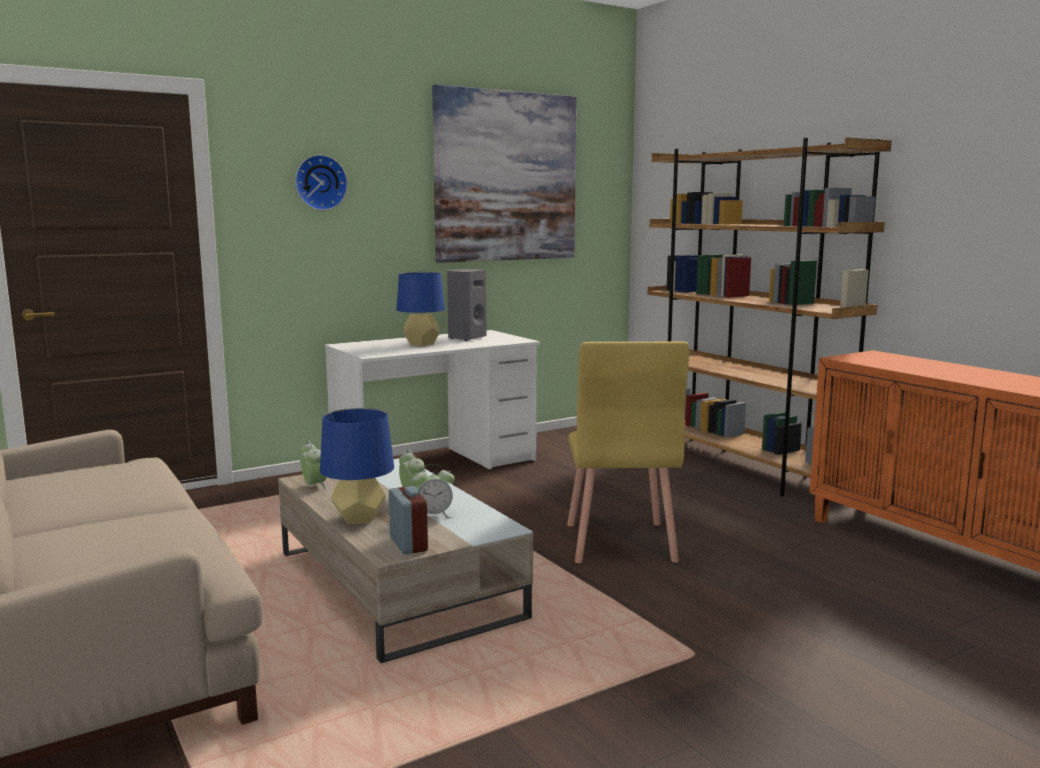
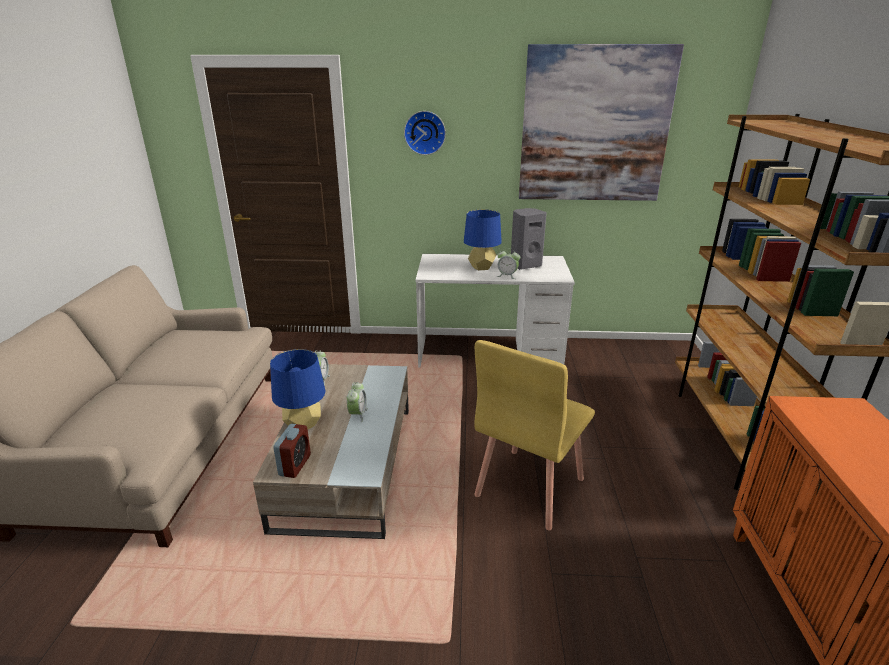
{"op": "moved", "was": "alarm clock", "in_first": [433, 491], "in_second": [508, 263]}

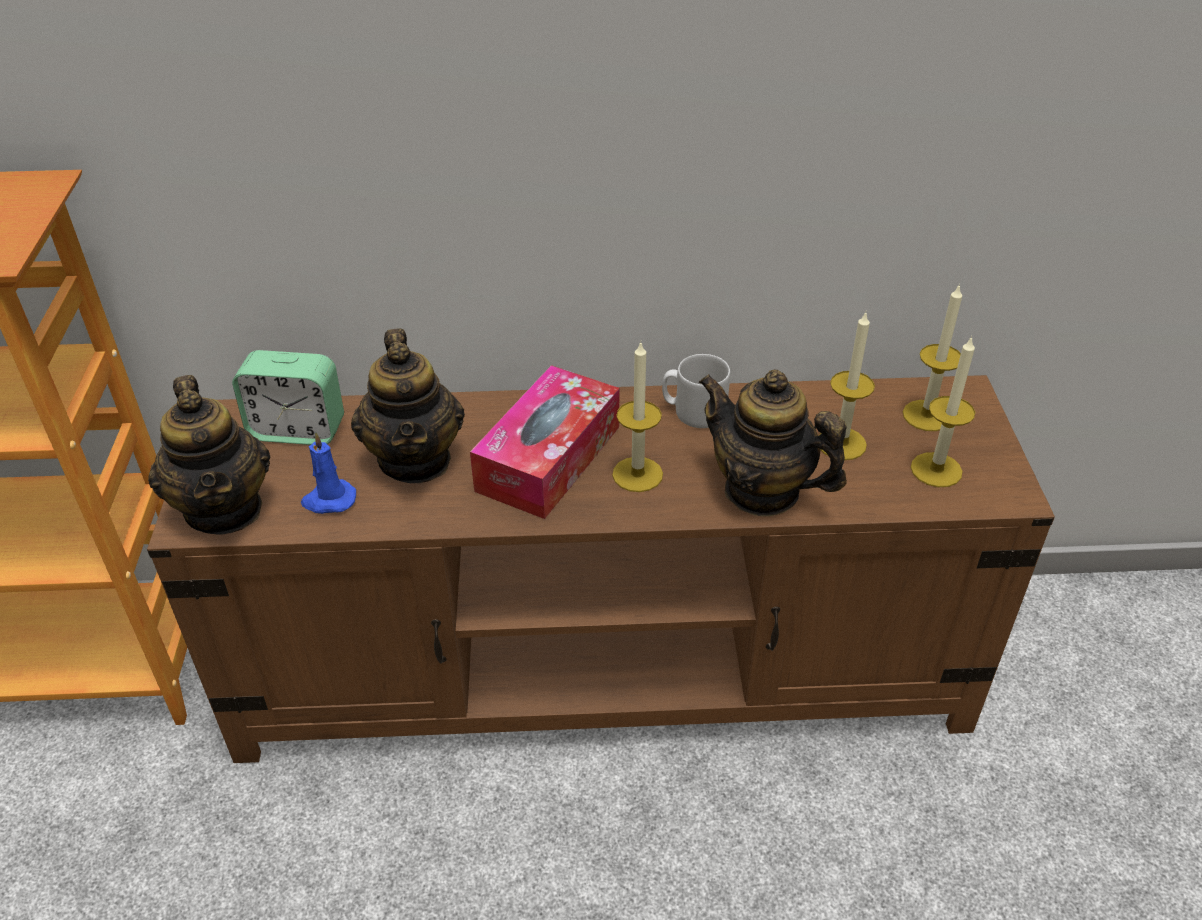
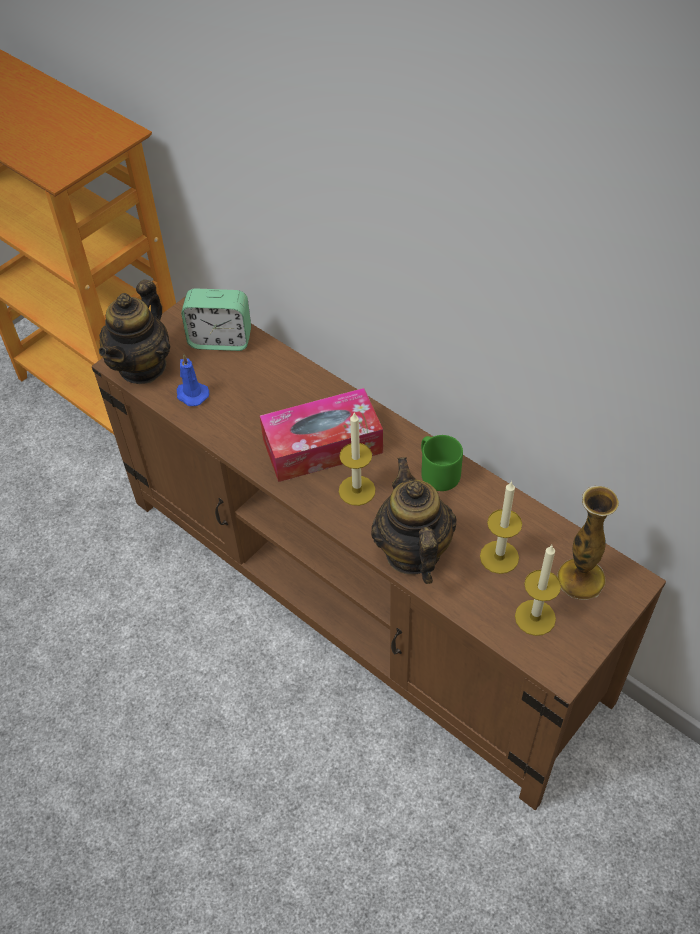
{"op": "replaced", "was": "candle", "now": "vase", "in_first": [932, 357], "in_second": [588, 543]}
{"op": "removed", "was": "teapot", "in_first": [408, 405]}
{"op": "turned", "was": "alarm clock", "in_first": [288, 397], "in_second": [216, 319], "clockwise": -45}
{"op": "recoloured", "was": "grey mug", "now": "green mug", "in_first": [696, 391], "in_second": [442, 463]}

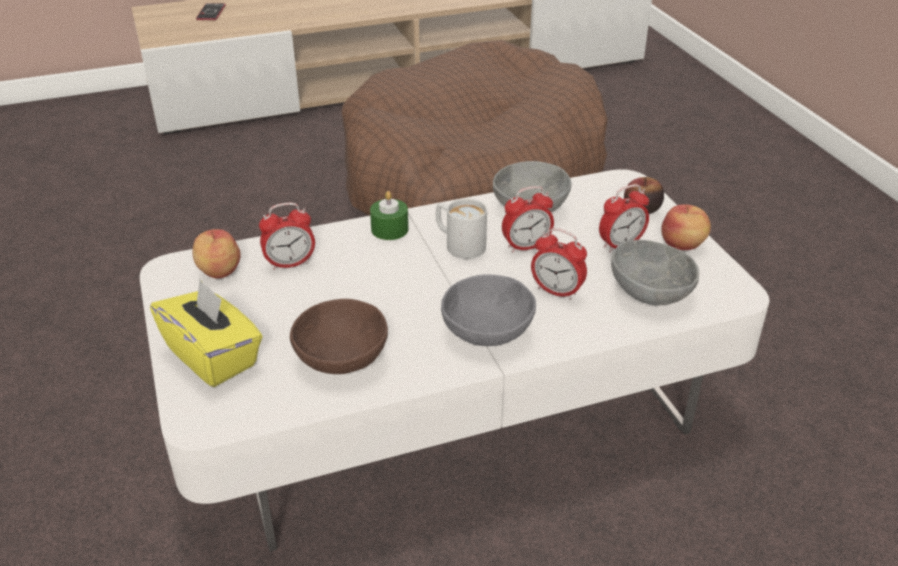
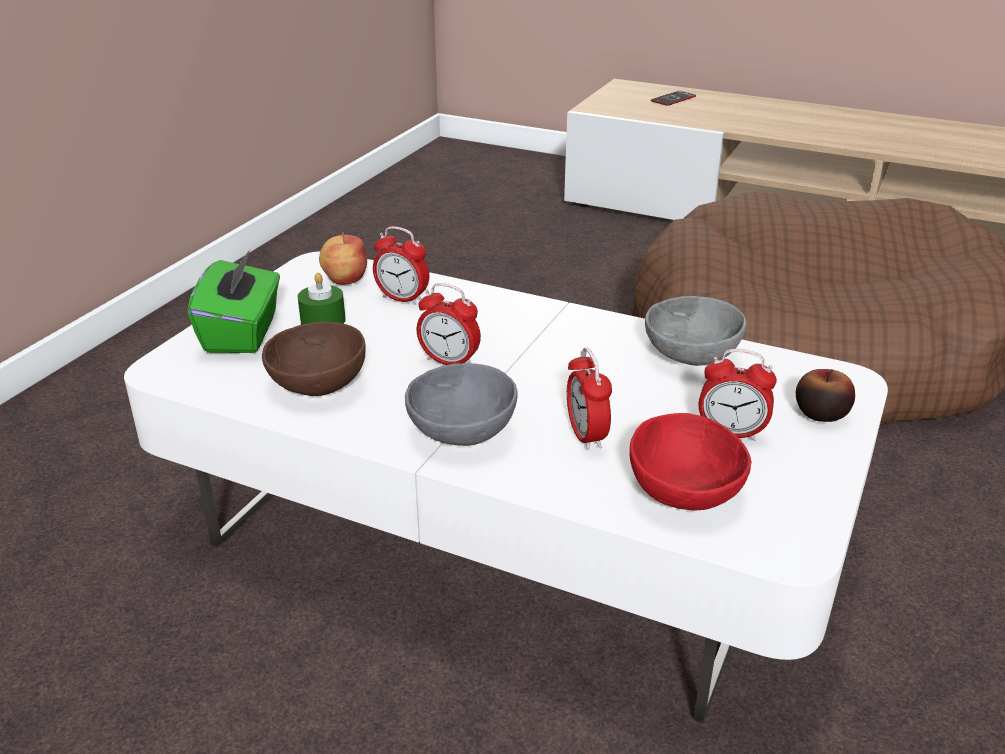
{"op": "moved", "was": "alarm clock", "in_first": [528, 219], "in_second": [449, 324]}
{"op": "moved", "was": "green candle", "in_first": [389, 215], "in_second": [322, 299]}
{"op": "removed", "was": "white mug", "in_first": [461, 228]}
{"op": "removed", "was": "apple", "in_first": [686, 227]}
{"op": "recoloured", "was": "grey bowl", "now": "red bowl", "in_first": [655, 272], "in_second": [690, 461]}
{"op": "recoloured", "was": "yellow tissue box", "now": "green tissue box", "in_first": [206, 333], "in_second": [233, 301]}

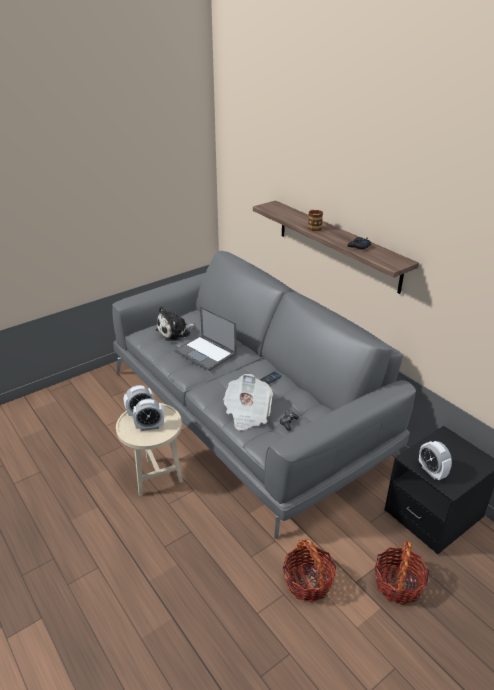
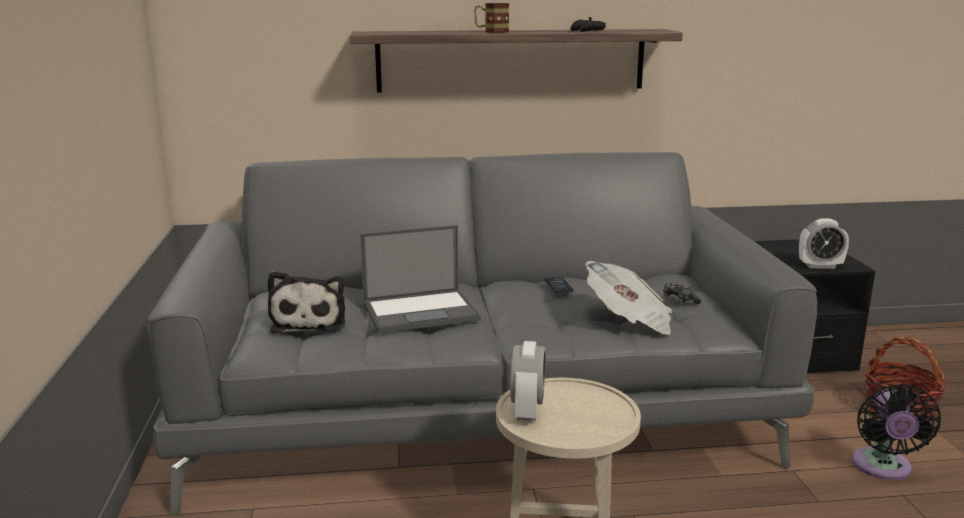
{"op": "removed", "was": "alarm clock", "in_first": [148, 415]}
{"op": "replaced", "was": "basket", "now": "black fan", "in_first": [309, 570], "in_second": [896, 432]}

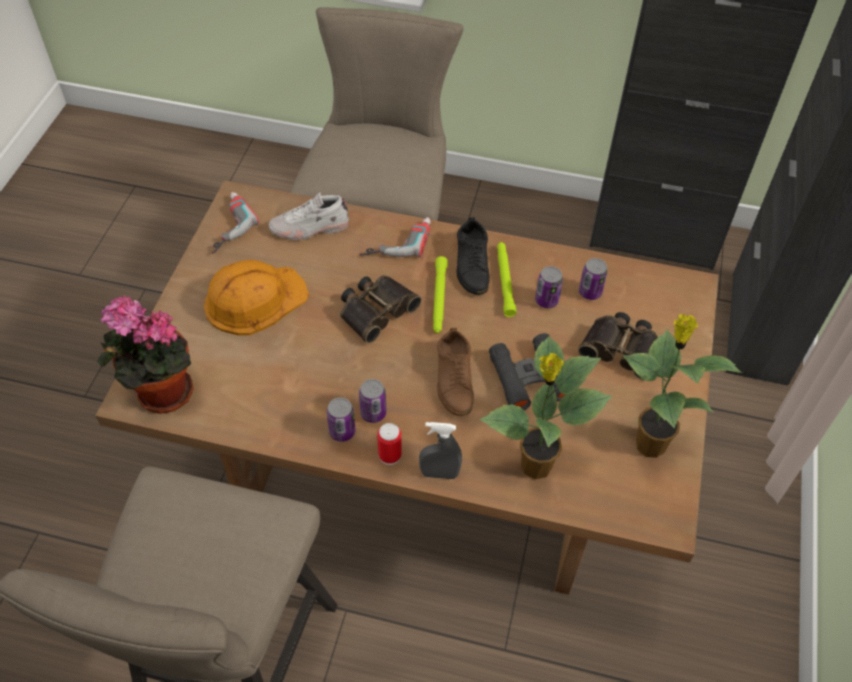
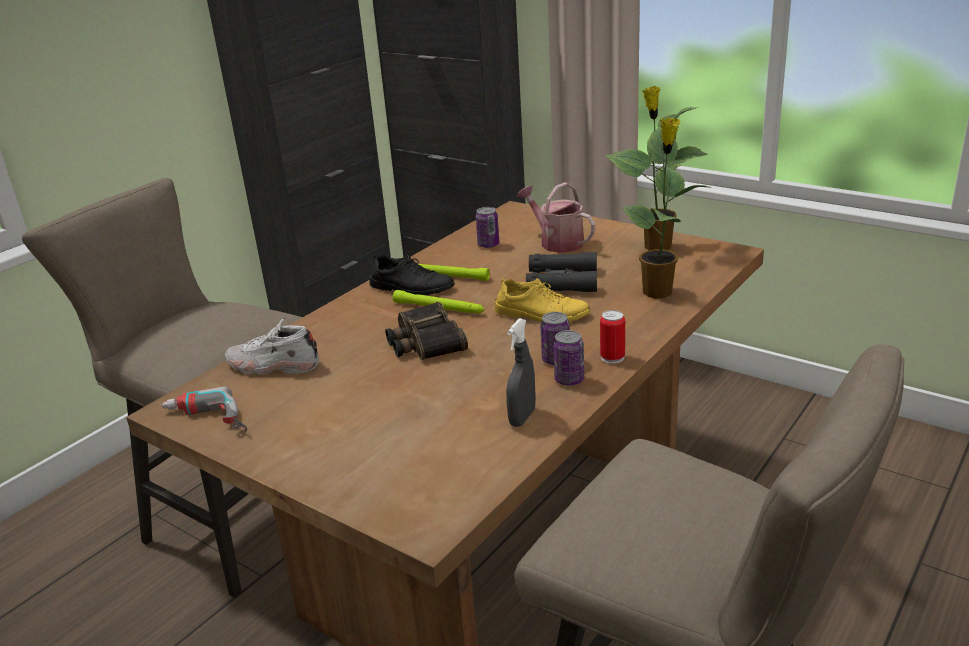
{"op": "turned", "was": "white shoe", "in_first": [309, 216], "in_second": [272, 346], "clockwise": 90}
{"op": "removed", "was": "power drill", "in_first": [395, 237]}
{"op": "removed", "was": "orange hard hat", "in_first": [256, 297]}
{"op": "removed", "was": "can", "in_first": [549, 287]}
{"op": "removed", "was": "potted plant", "in_first": [145, 355]}
{"op": "replaced", "was": "binoculars", "now": "watering can", "in_first": [618, 346], "in_second": [556, 217]}
{"op": "recoloured", "was": "brown shoe", "now": "yellow shoe", "in_first": [455, 372], "in_second": [542, 300]}
{"op": "moved", "was": "grey spray bottle", "in_first": [440, 450], "in_second": [521, 372]}

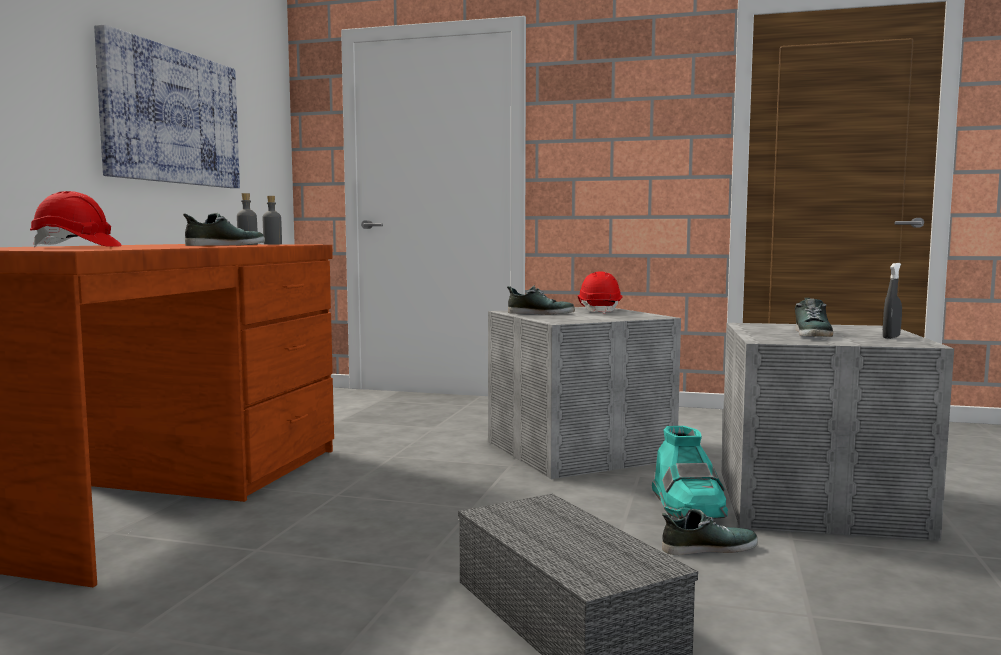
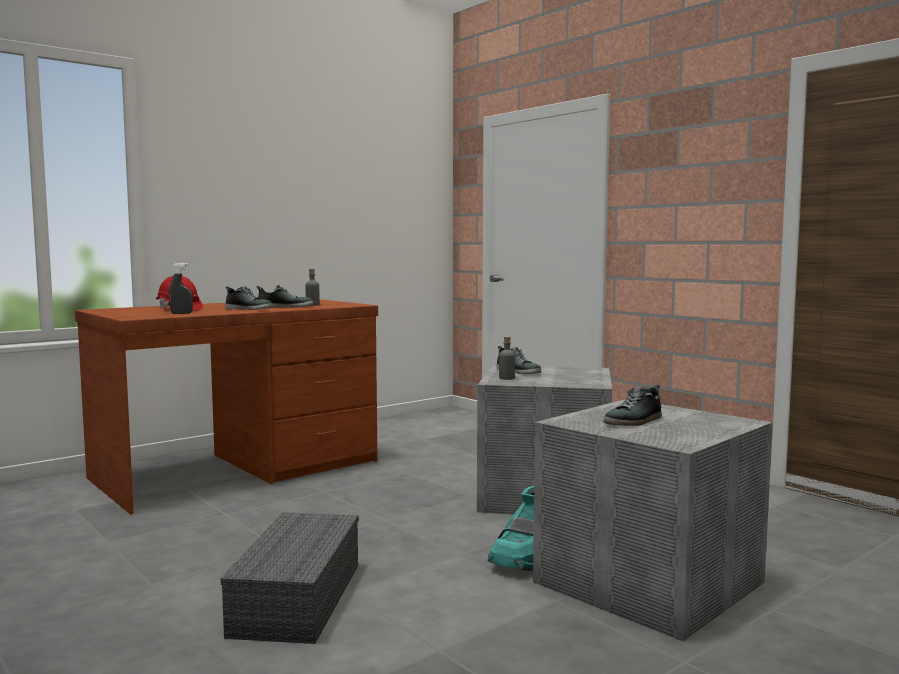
{"op": "removed", "was": "picture", "in_first": [167, 106]}
{"op": "moved", "was": "grey bottle", "in_first": [272, 220], "in_second": [507, 358]}
{"op": "moved", "was": "grey spray bottle", "in_first": [892, 301], "in_second": [181, 288]}
{"op": "removed", "was": "red hard hat", "in_first": [600, 292]}
{"op": "moved", "was": "shoe", "in_first": [710, 532], "in_second": [249, 298]}

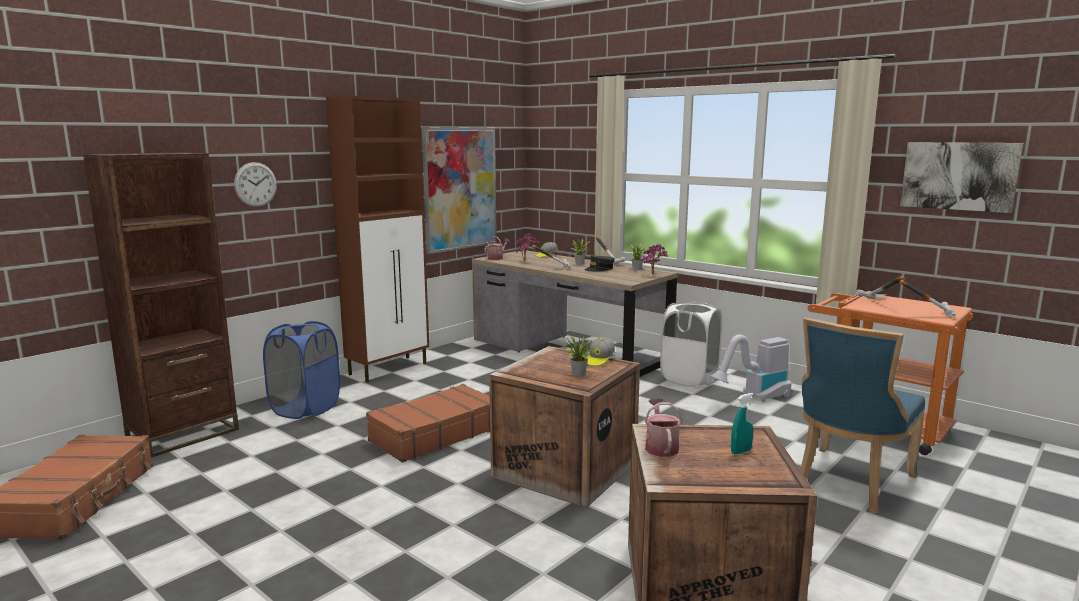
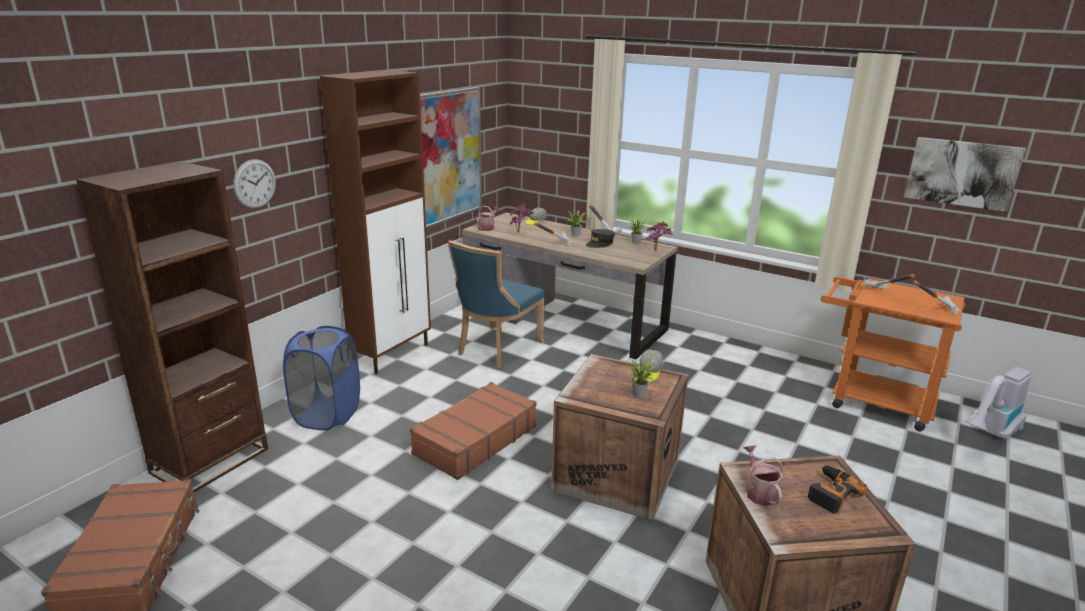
{"op": "removed", "was": "white laundry basket", "in_first": [691, 344]}
{"op": "moved", "was": "blue chair", "in_first": [862, 415], "in_second": [496, 303]}
{"op": "moved", "was": "vacuum cleaner", "in_first": [751, 368], "in_second": [998, 403]}
{"op": "replaced", "was": "turquoise spray bottle", "now": "power drill", "in_first": [742, 423], "in_second": [838, 490]}

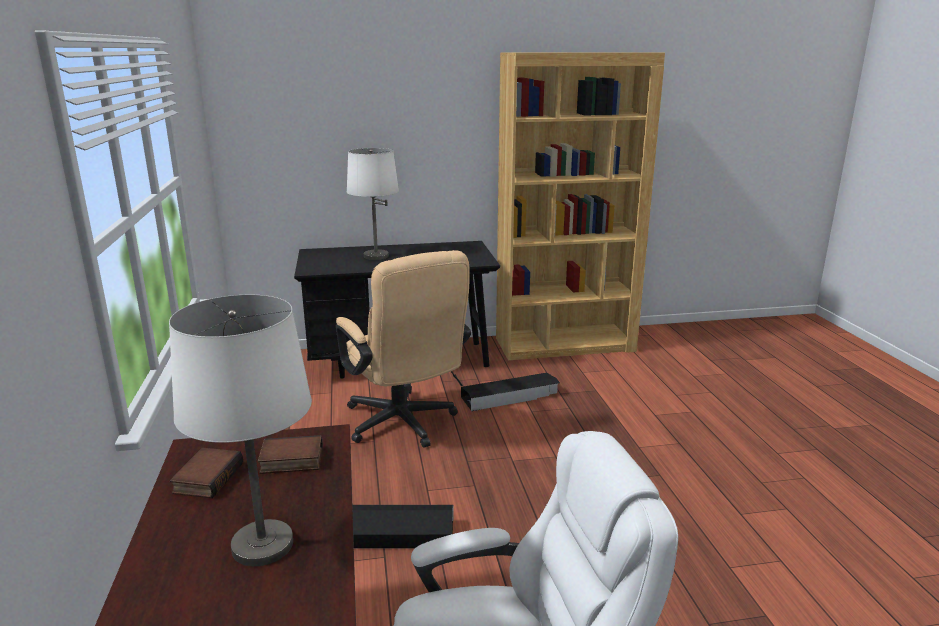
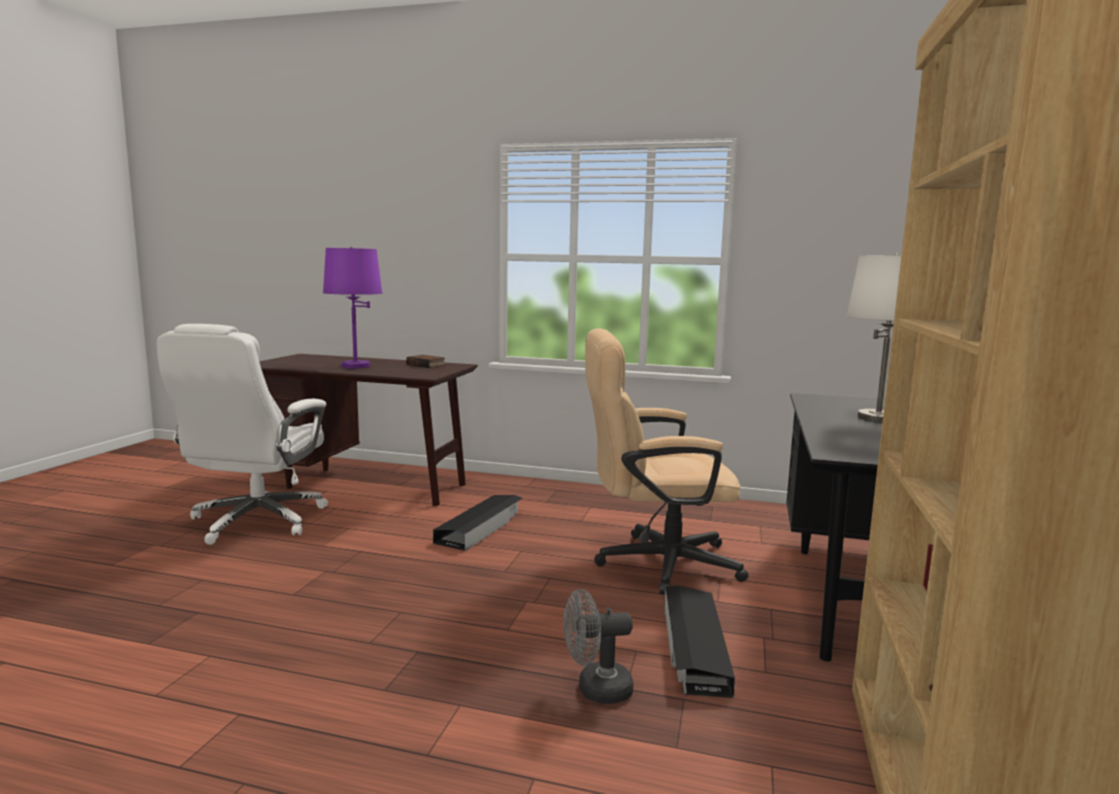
{"op": "recoloured", "was": "white table lamp", "now": "purple table lamp", "in_first": [240, 430], "in_second": [352, 307]}
{"op": "removed", "was": "book", "in_first": [290, 454]}
{"op": "added", "now": "grey fan", "in_second": [598, 646]}

